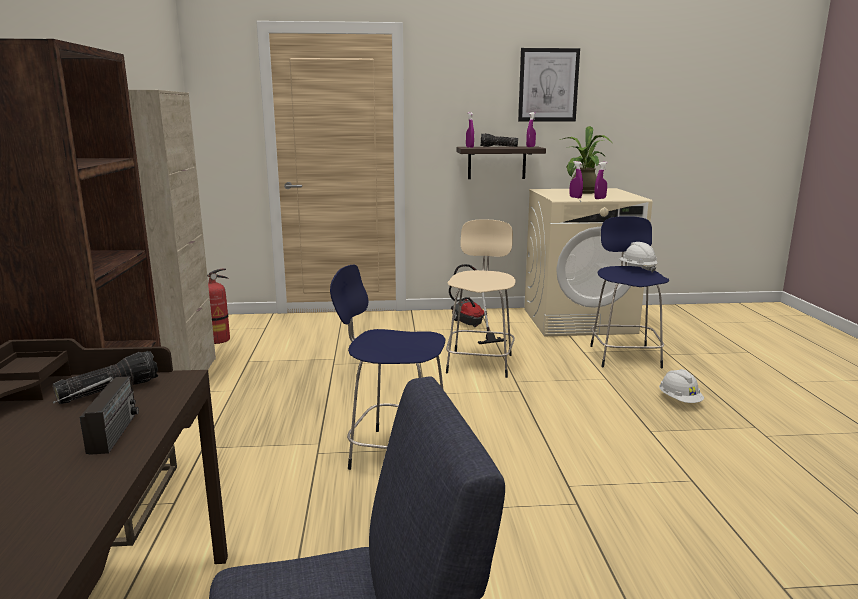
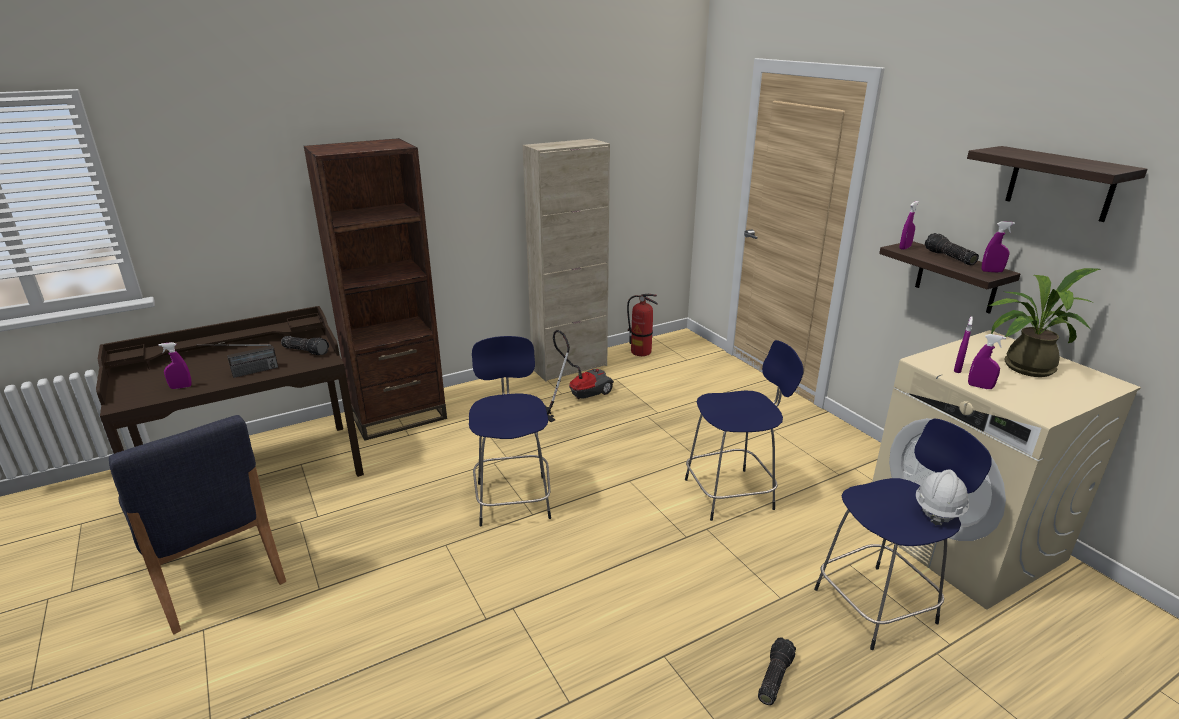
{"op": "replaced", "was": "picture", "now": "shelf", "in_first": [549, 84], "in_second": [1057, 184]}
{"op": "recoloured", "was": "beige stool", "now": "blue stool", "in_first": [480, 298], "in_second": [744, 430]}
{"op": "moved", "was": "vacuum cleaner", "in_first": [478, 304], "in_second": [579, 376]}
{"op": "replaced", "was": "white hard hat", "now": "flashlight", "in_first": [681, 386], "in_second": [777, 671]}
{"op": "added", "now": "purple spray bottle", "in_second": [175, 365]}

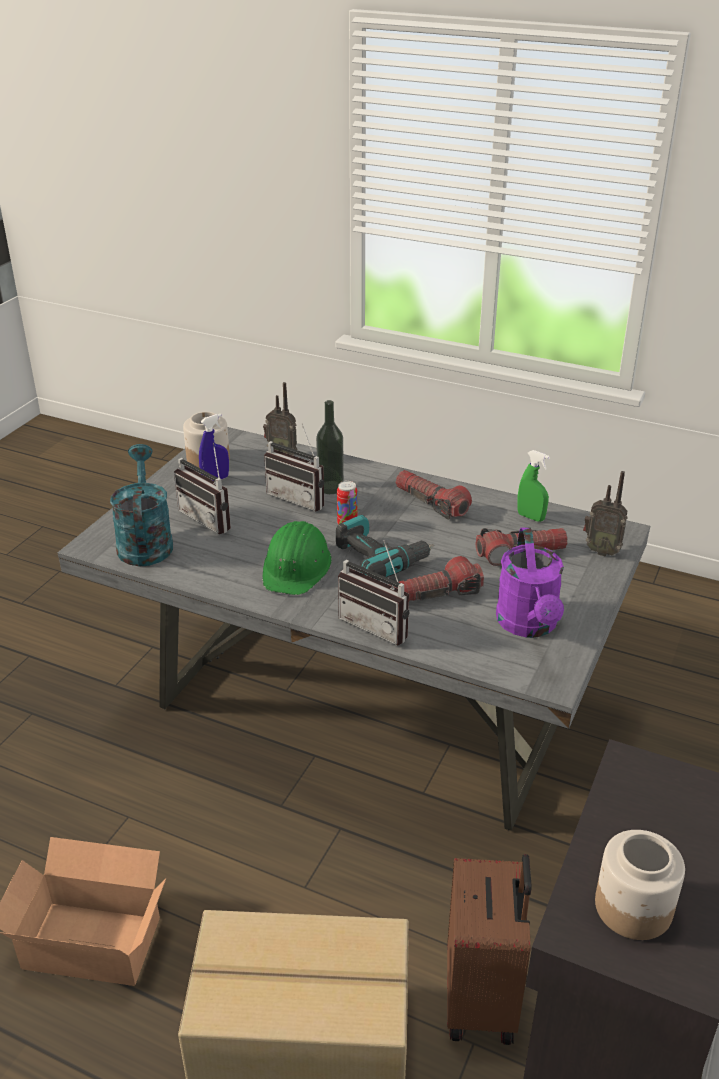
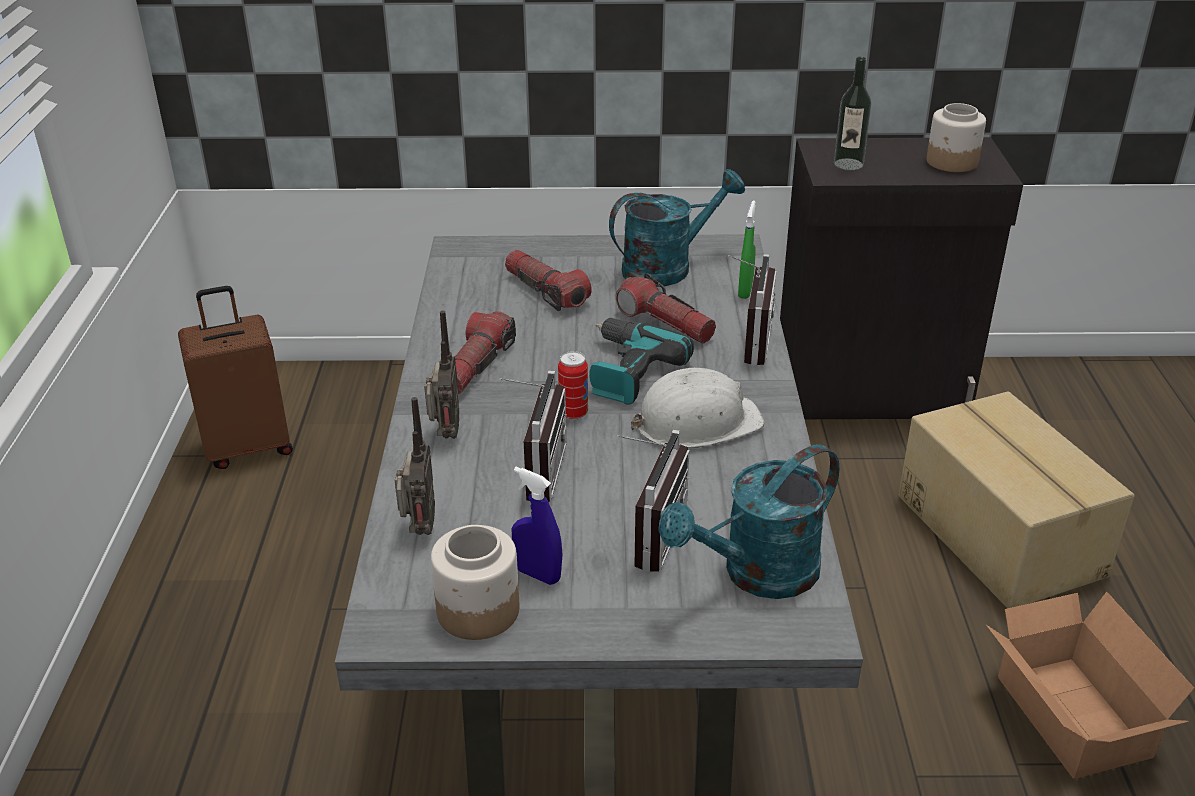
{"op": "moved", "was": "bottle", "in_first": [330, 447], "in_second": [852, 114]}
{"op": "moved", "was": "green spray bottle", "in_first": [534, 486], "in_second": [747, 249]}
{"op": "moved", "was": "radio", "in_first": [605, 514], "in_second": [441, 375]}
{"op": "recoloured", "was": "green hard hat", "now": "white hard hat", "in_first": [297, 558], "in_second": [697, 408]}
{"op": "recoloured", "was": "purple watering can", "now": "turquoise watering can", "in_first": [530, 582], "in_second": [677, 228]}
{"op": "moved", "was": "brown suitcase", "in_first": [489, 949], "in_second": [235, 377]}

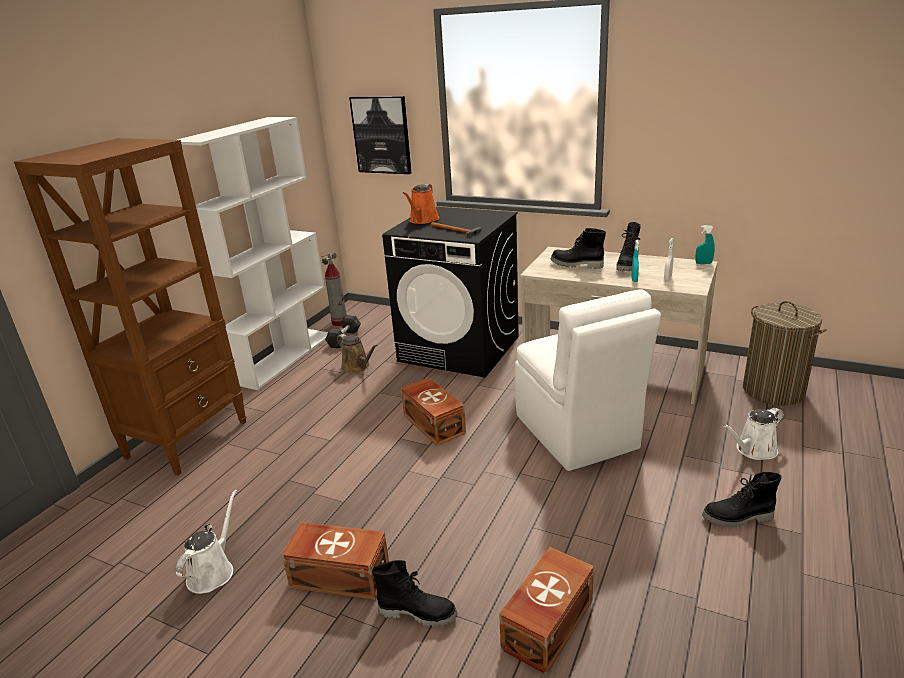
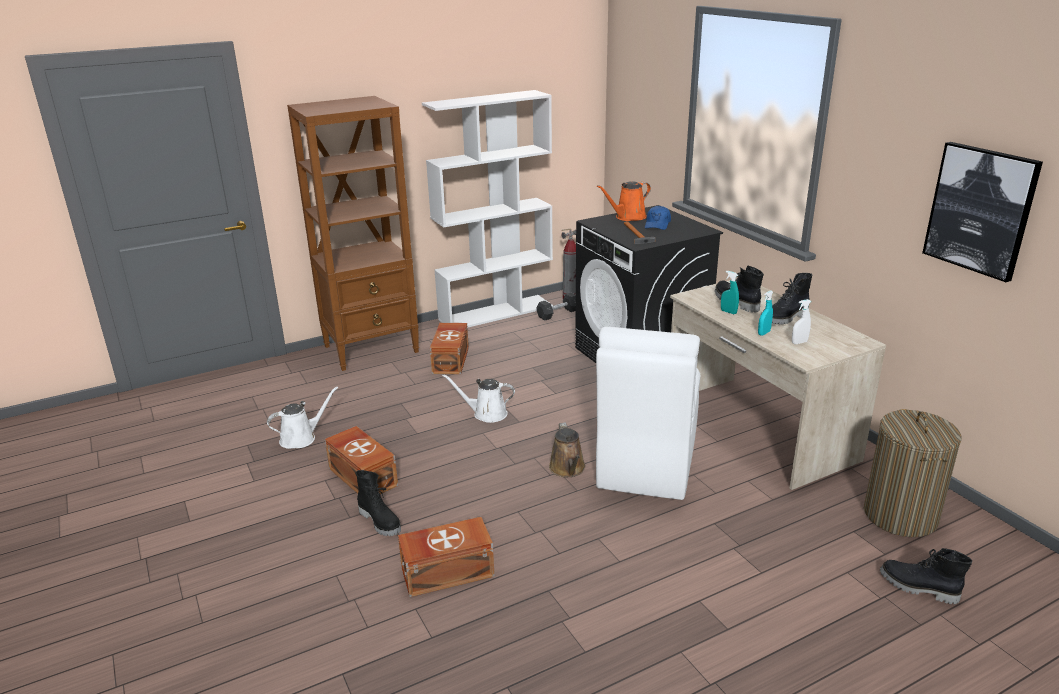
{"op": "moved", "was": "picture", "in_first": [380, 135], "in_second": [982, 212]}
{"op": "moved", "was": "turquoise spray bottle", "in_first": [705, 244], "in_second": [730, 292]}
{"op": "moved", "was": "brown watering can", "in_first": [357, 353], "in_second": [567, 449]}
{"op": "moved", "was": "brown storage box", "in_first": [433, 412], "in_second": [449, 348]}
{"op": "moved", "was": "white watering can", "in_first": [753, 434], "in_second": [478, 398]}
{"op": "moved", "was": "black boot", "in_first": [742, 500], "in_second": [926, 576]}
{"op": "added", "now": "blue cap", "in_second": [658, 218]}

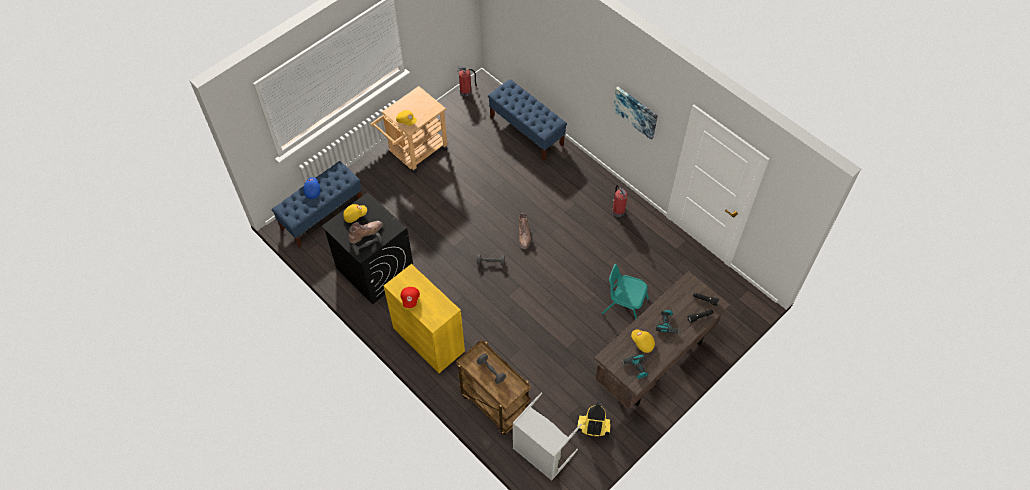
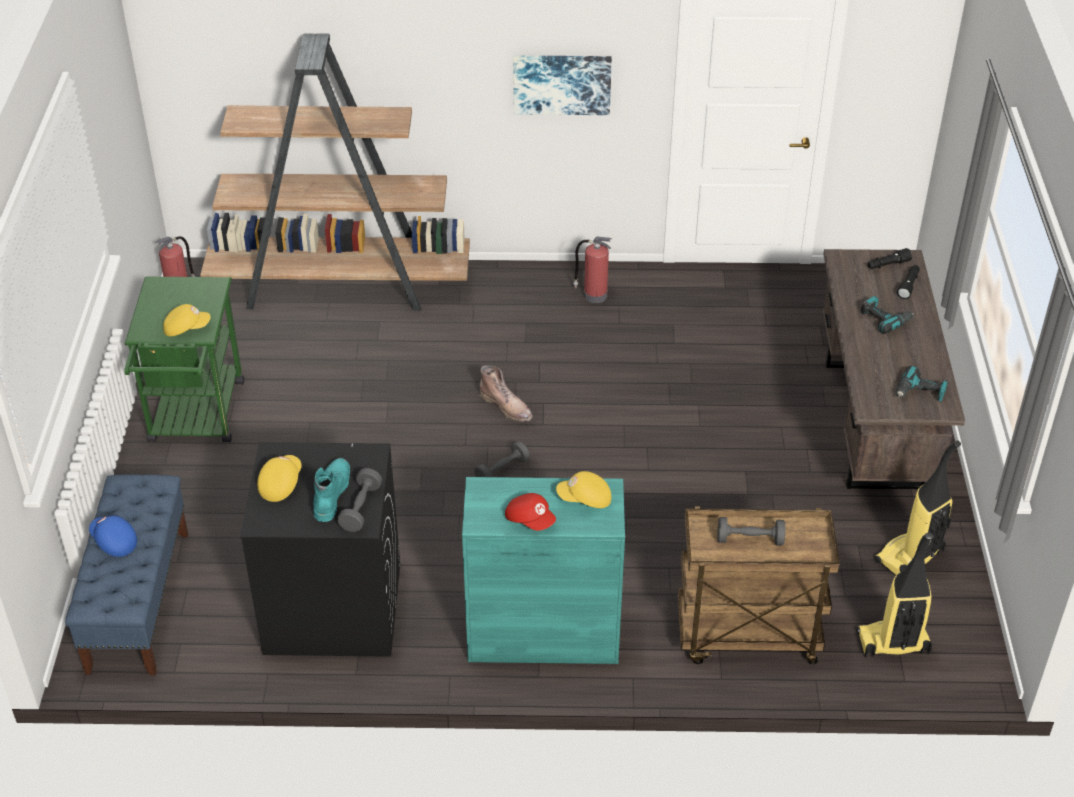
{"op": "replaced", "was": "blue bench", "now": "brown bookcase", "in_first": [527, 120], "in_second": [335, 172]}
{"op": "recoloured", "was": "beige cart", "now": "green cart", "in_first": [409, 129], "in_second": [184, 360]}
{"op": "recoloured", "was": "brown boot", "now": "turquoise boot", "in_first": [366, 232], "in_second": [331, 490]}
{"op": "recoloured", "was": "yellow cabinet", "now": "turquoise cabinet", "in_first": [424, 318], "in_second": [543, 570]}
{"op": "removed", "was": "turquoise chair", "in_first": [625, 291]}
{"op": "moved", "was": "yellow cap", "in_first": [643, 341], "in_second": [583, 489]}
{"op": "replaced", "was": "grey laundry basket", "now": "vacuum cleaner", "in_first": [547, 436], "in_second": [894, 595]}

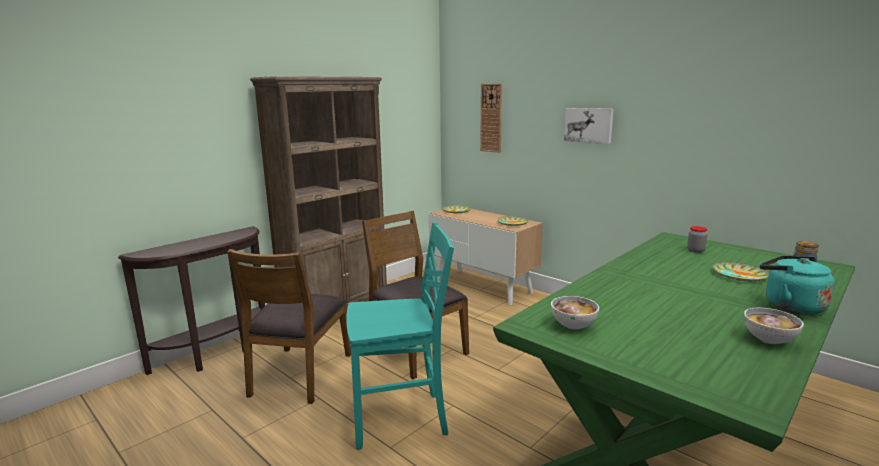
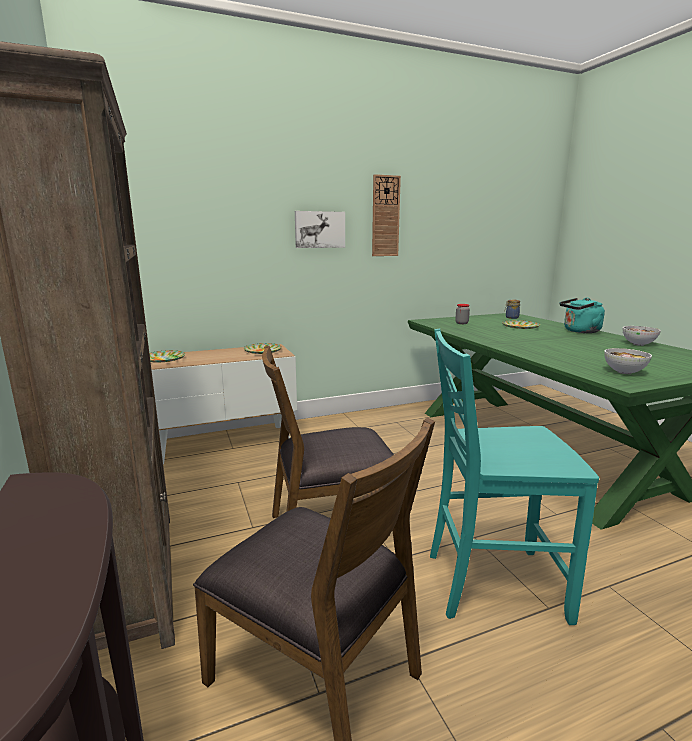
{"op": "moved", "was": "wall clock", "in_first": [491, 118], "in_second": [386, 215]}
{"op": "turned", "was": "turquoise chair", "in_first": [400, 336], "in_second": [514, 477], "clockwise": -105}

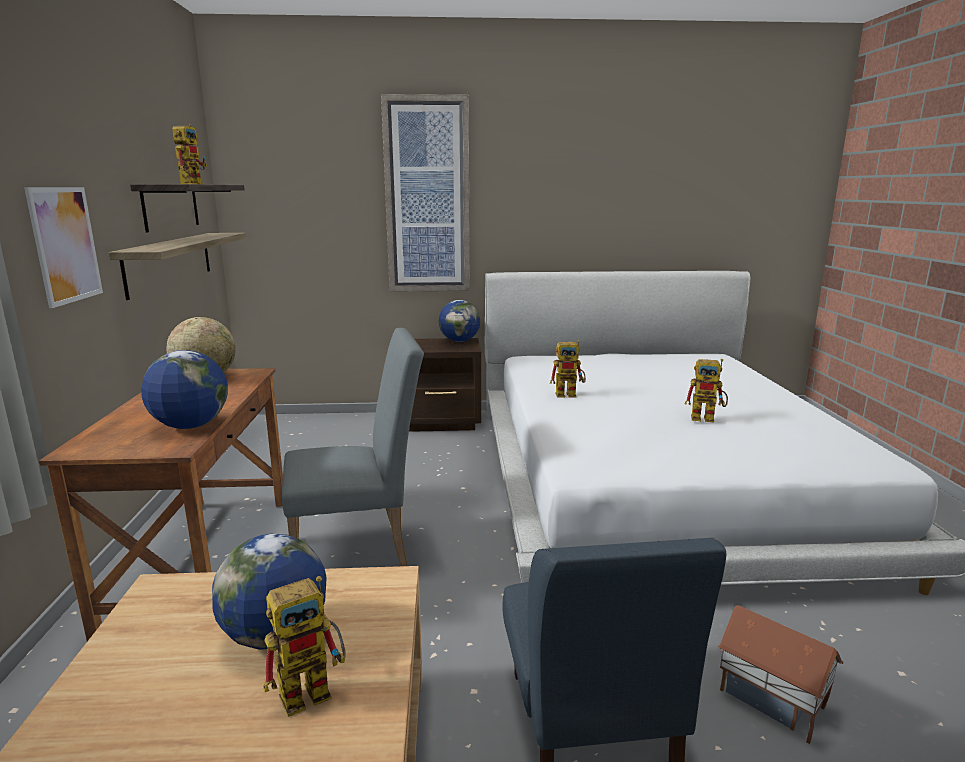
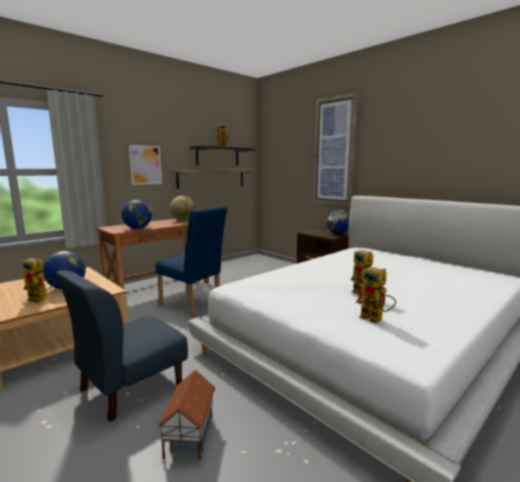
{"op": "recoloured", "was": "grey chair", "now": "blue chair", "in_first": [353, 447], "in_second": [191, 261]}
{"op": "moved", "was": "toy robot", "in_first": [568, 369], "in_second": [376, 295]}

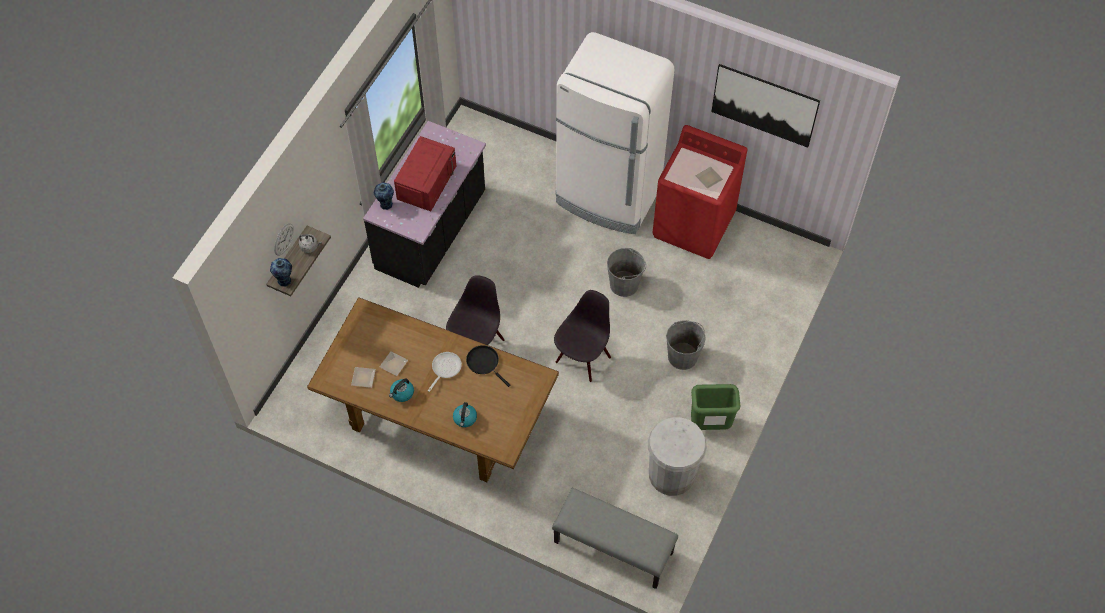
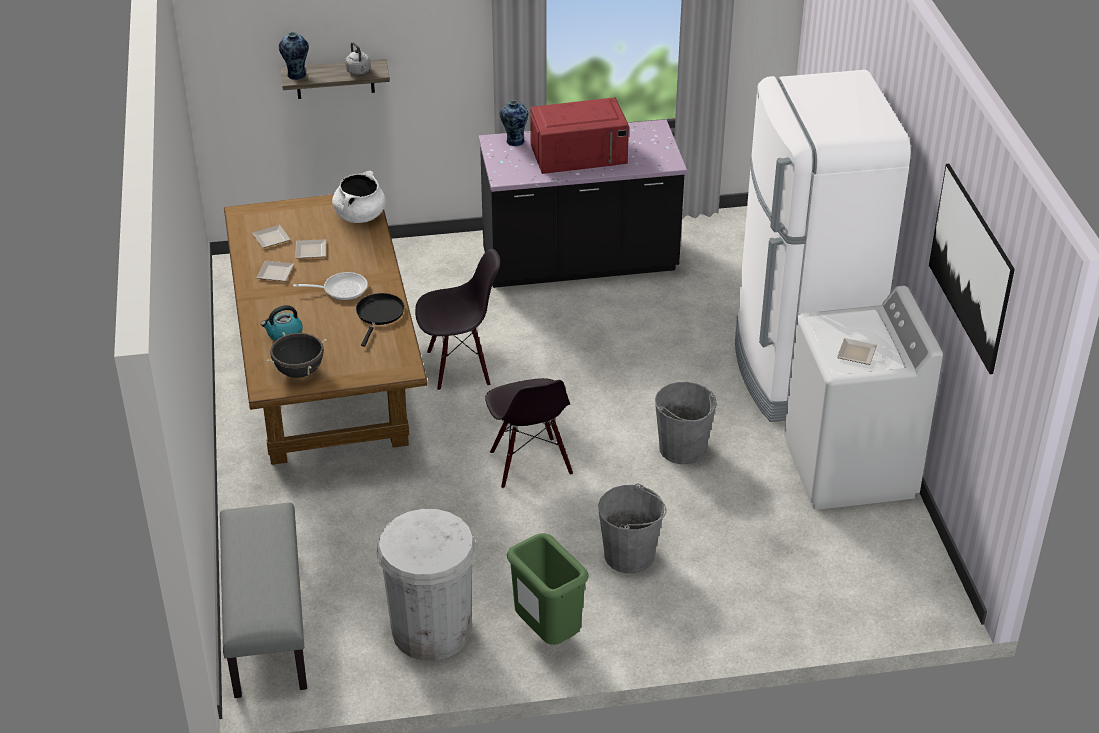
{"op": "recoloured", "was": "red washing machine", "now": "white washing machine", "in_first": [700, 192], "in_second": [863, 397]}
{"op": "removed", "was": "wall clock", "in_first": [284, 239]}
{"op": "turned", "was": "black chair", "in_first": [582, 336], "in_second": [529, 433], "clockwise": 75}
{"op": "replaced", "was": "kettle", "now": "plate", "in_first": [401, 390], "in_second": [275, 270]}
{"op": "added", "now": "white cooking pot", "in_second": [359, 197]}
{"op": "added", "now": "black cooking pot", "in_second": [296, 355]}

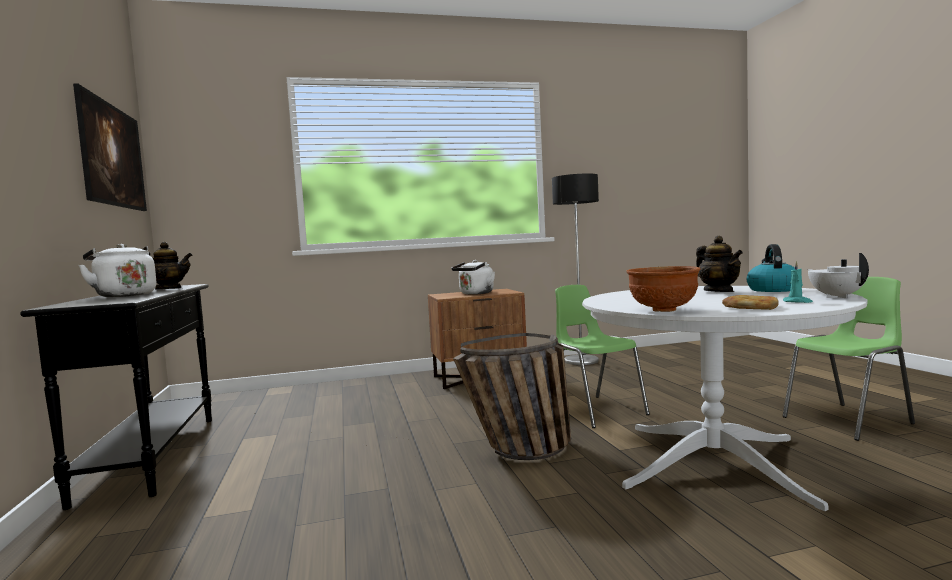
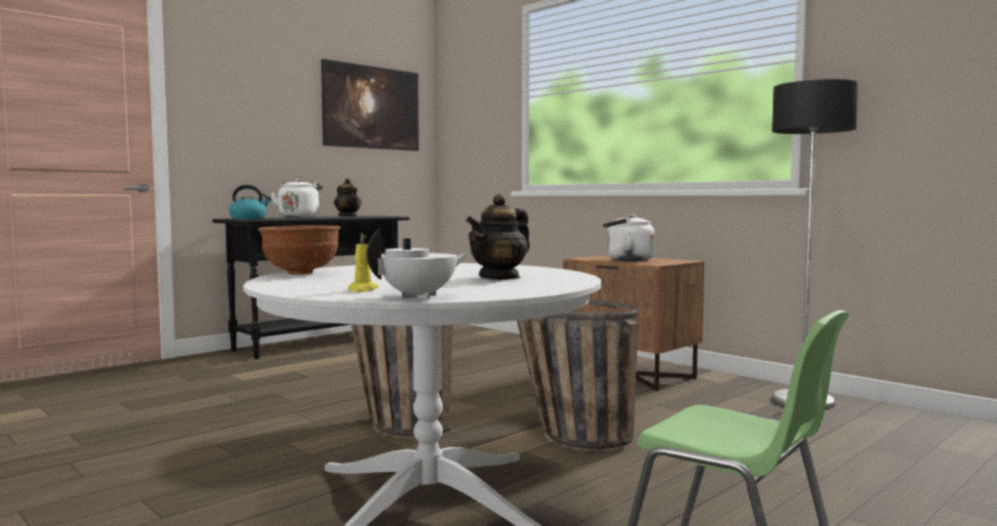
{"op": "moved", "was": "kettle", "in_first": [770, 268], "in_second": [250, 202]}
{"op": "recoloured", "was": "turquoise candle", "now": "yellow candle", "in_first": [798, 282], "in_second": [363, 262]}
{"op": "replaced", "was": "green chair", "now": "basket", "in_first": [602, 356], "in_second": [577, 375]}
{"op": "removed", "was": "bread", "in_first": [750, 302]}

